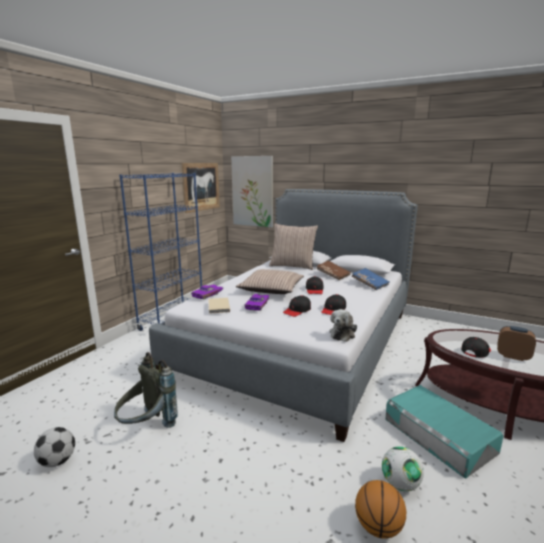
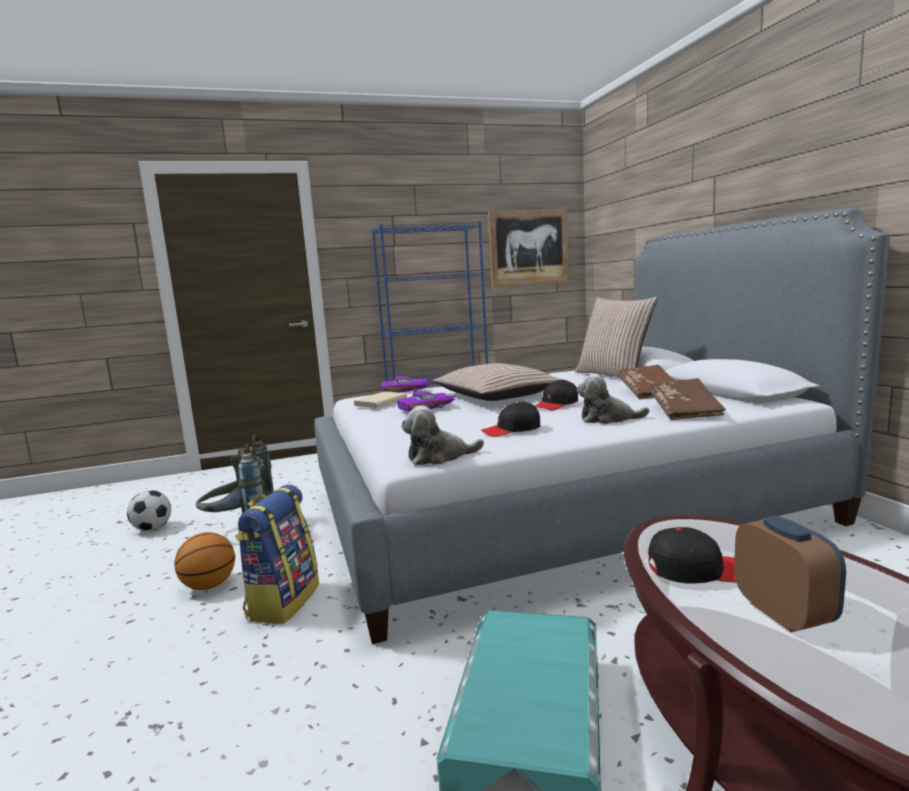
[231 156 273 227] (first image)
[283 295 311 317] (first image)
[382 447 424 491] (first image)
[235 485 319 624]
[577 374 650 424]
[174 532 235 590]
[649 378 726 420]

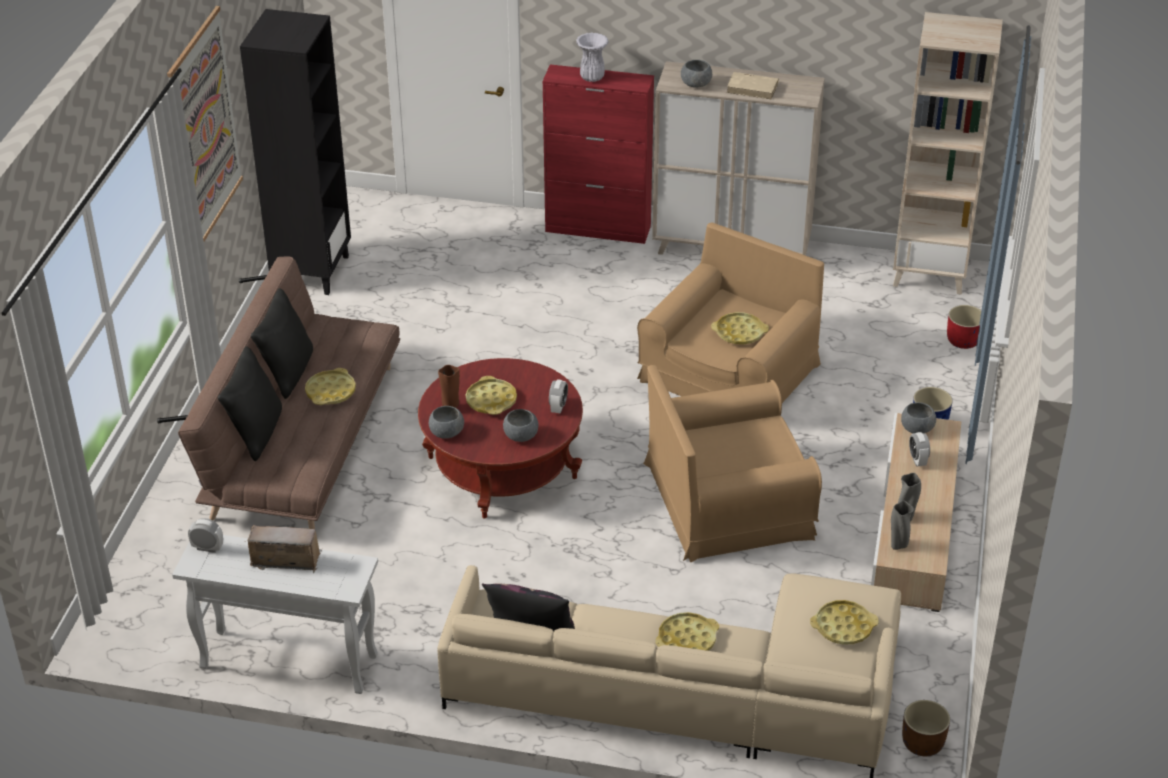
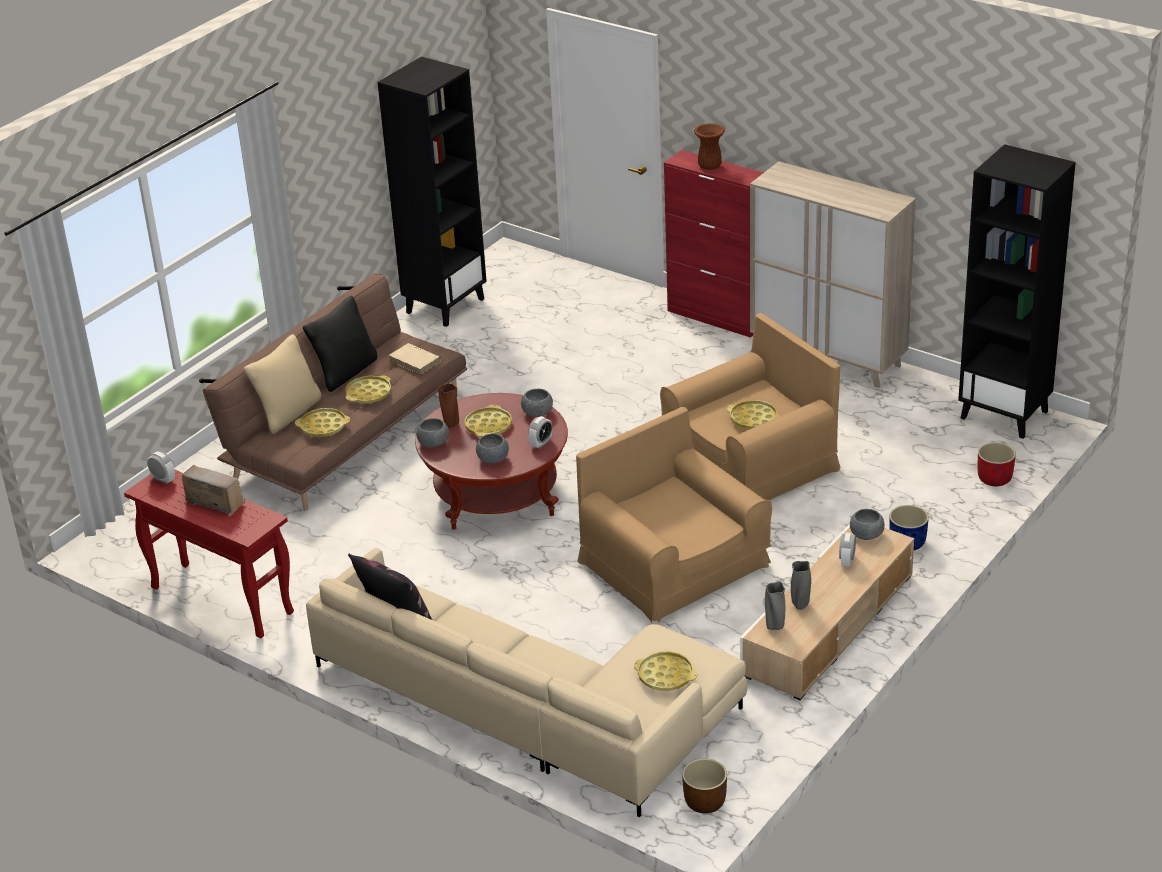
[167 6 243 241] (first image)
[295 408 350 437]
[521 389 553 417]
[389 343 441 375]
[124 470 294 639]
[244 334 321 434]
[694 123 725 170]
[958 144 1076 439]
[576 407 772 624]

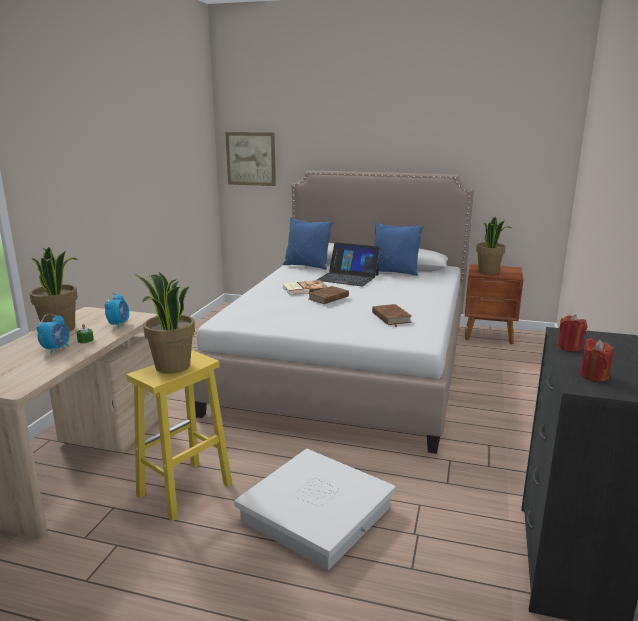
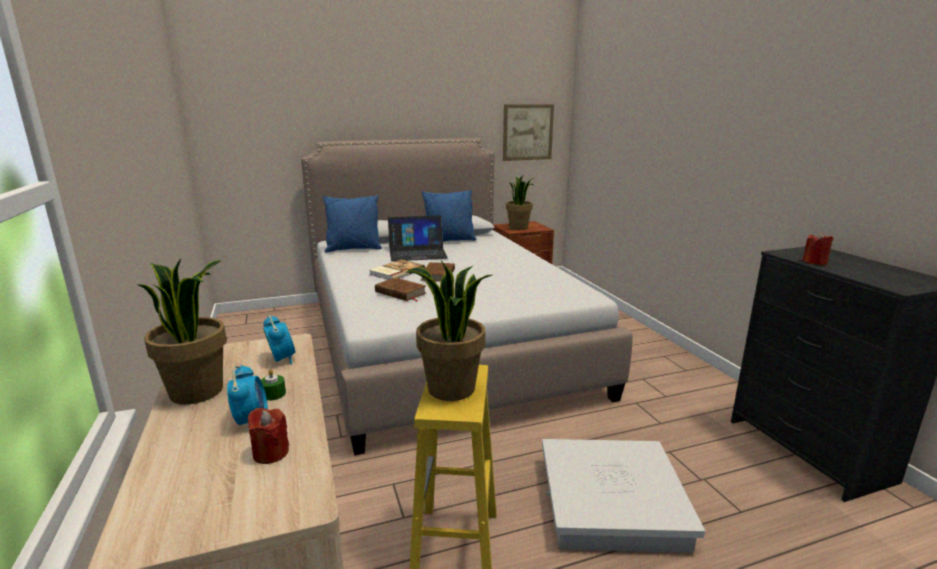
[503 104 554 161]
[375 278 426 301]
[248 408 289 464]

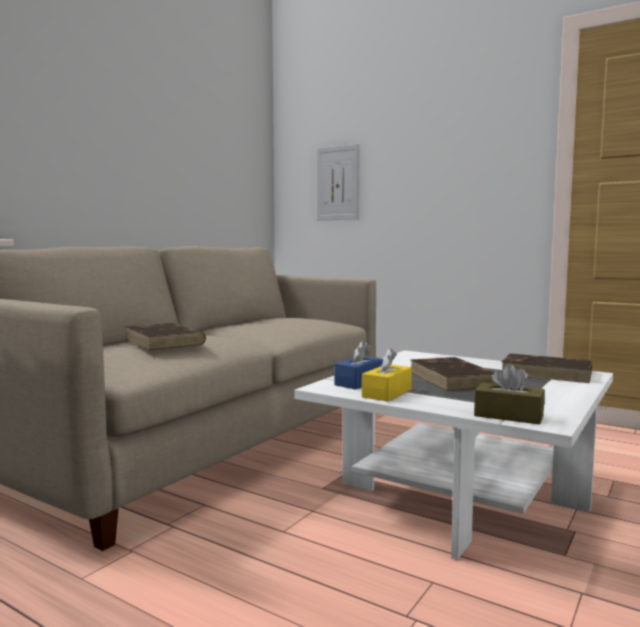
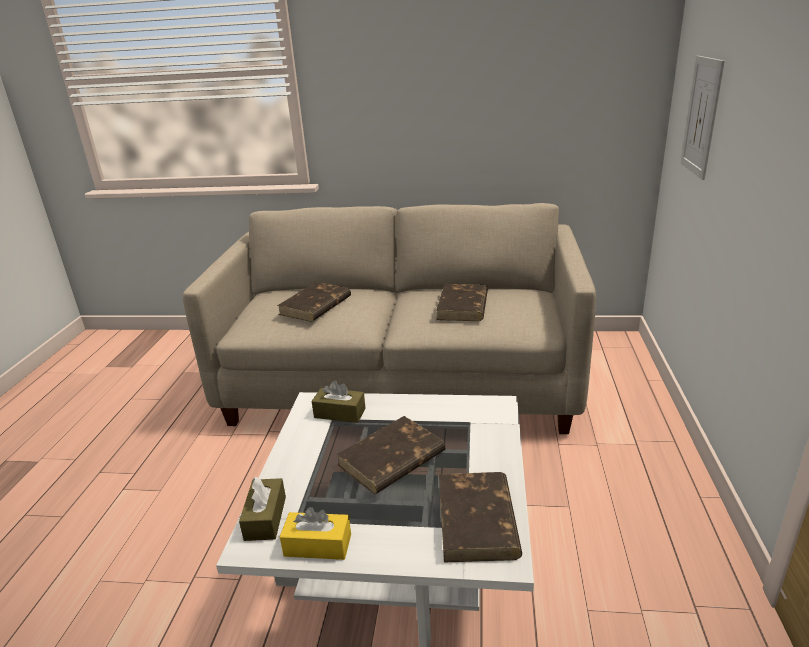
[436 284 488 321]
[280 507 351 560]
[312 381 366 423]

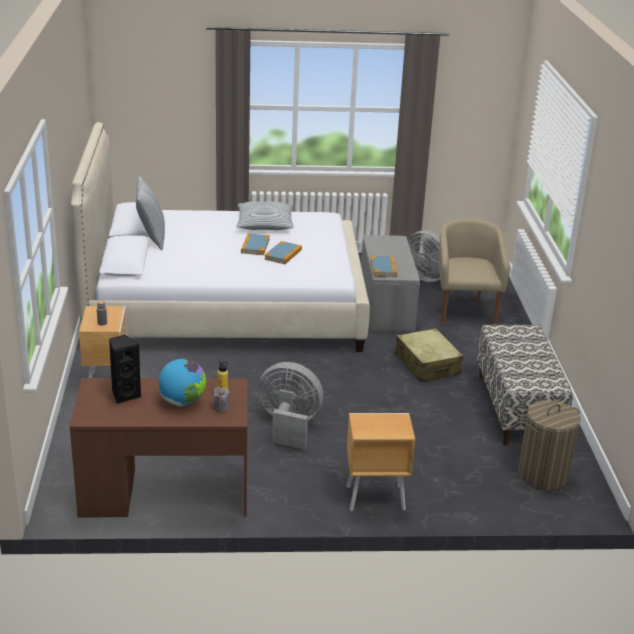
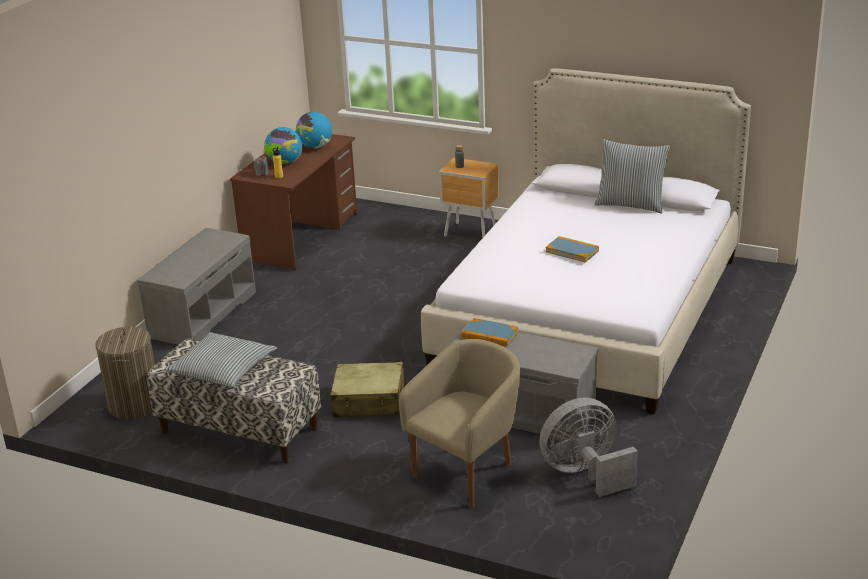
[258 362 324 450] (first image)
[264 241 302 264] (first image)
[164 332 277 387]
[296 112 332 149]
[138 228 256 345]
[399 339 520 508]

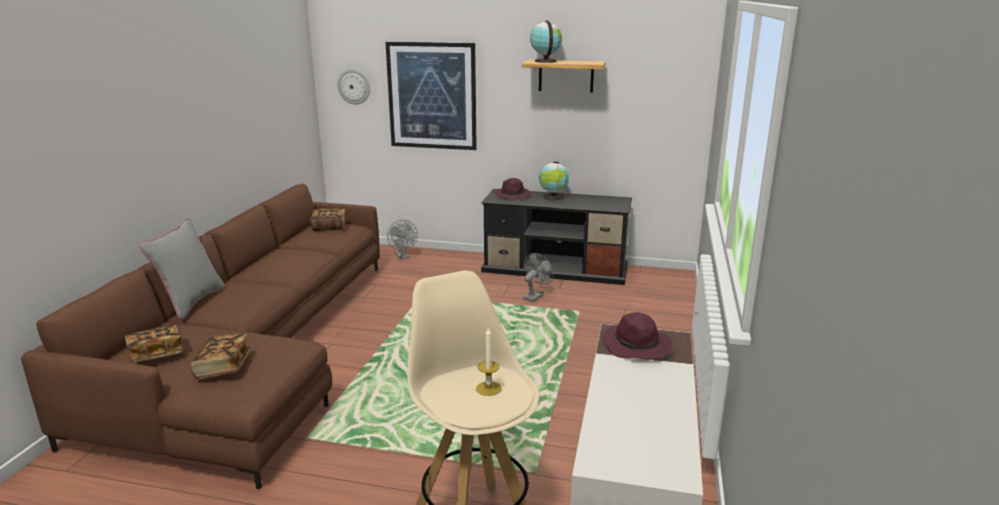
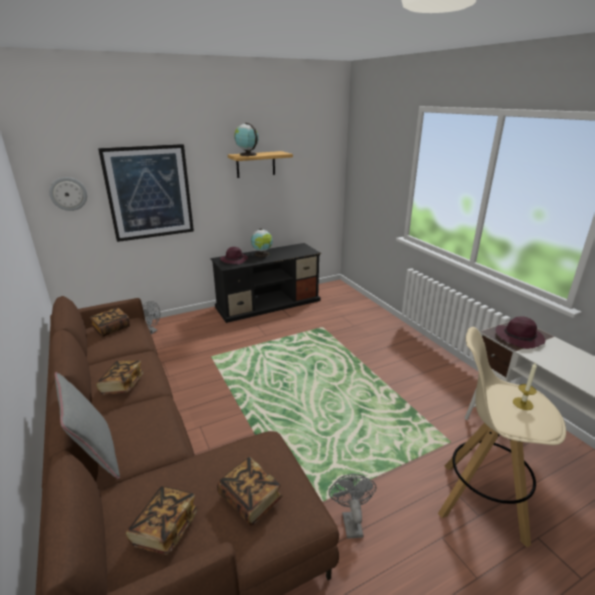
[96 360 144 395]
[329 474 376 539]

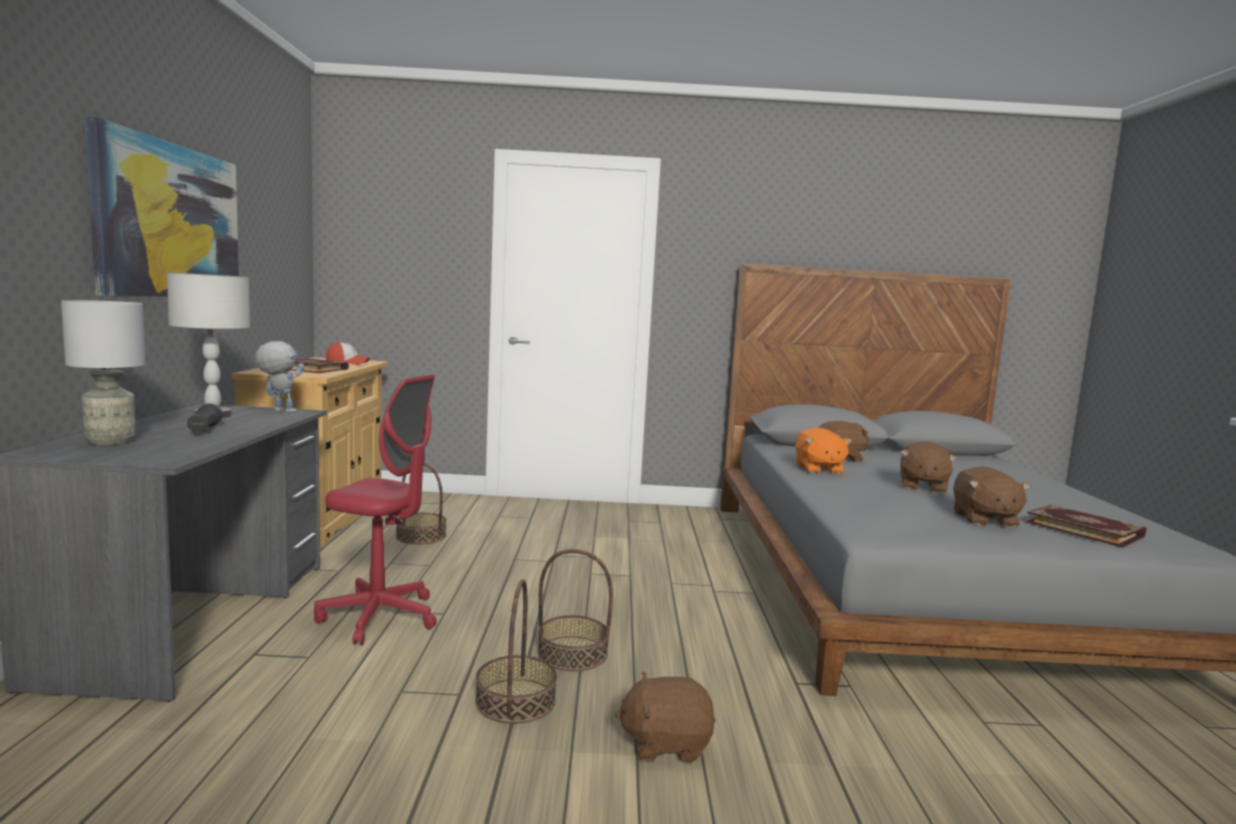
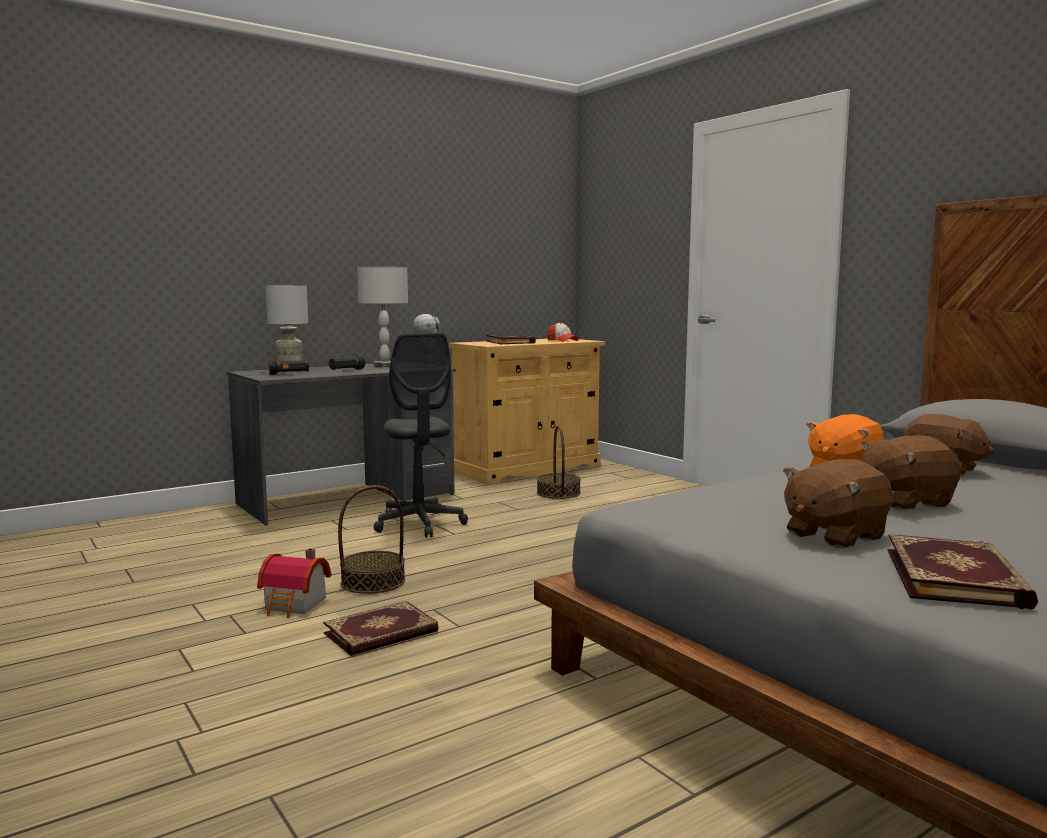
[85 116 239 296] (first image)
[538 549 613 671] (first image)
[257 548 331 618]
[269 358 310 375]
[323 601 438 656]
[374 333 468 538]

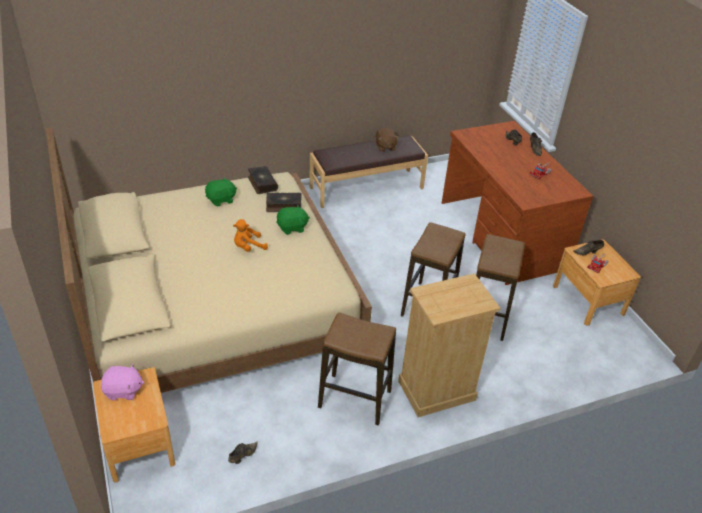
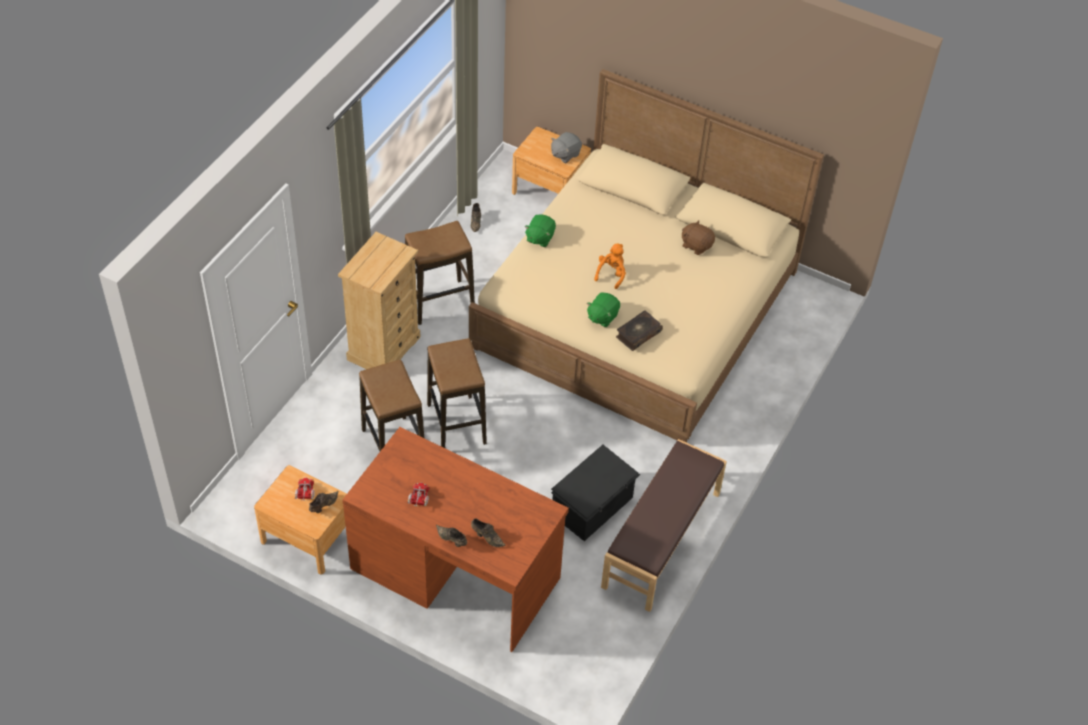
[248 166 278 194] (first image)
[551 445 640 541]
[524 214 556 247]
[682 220 715 255]
[551 132 582 163]

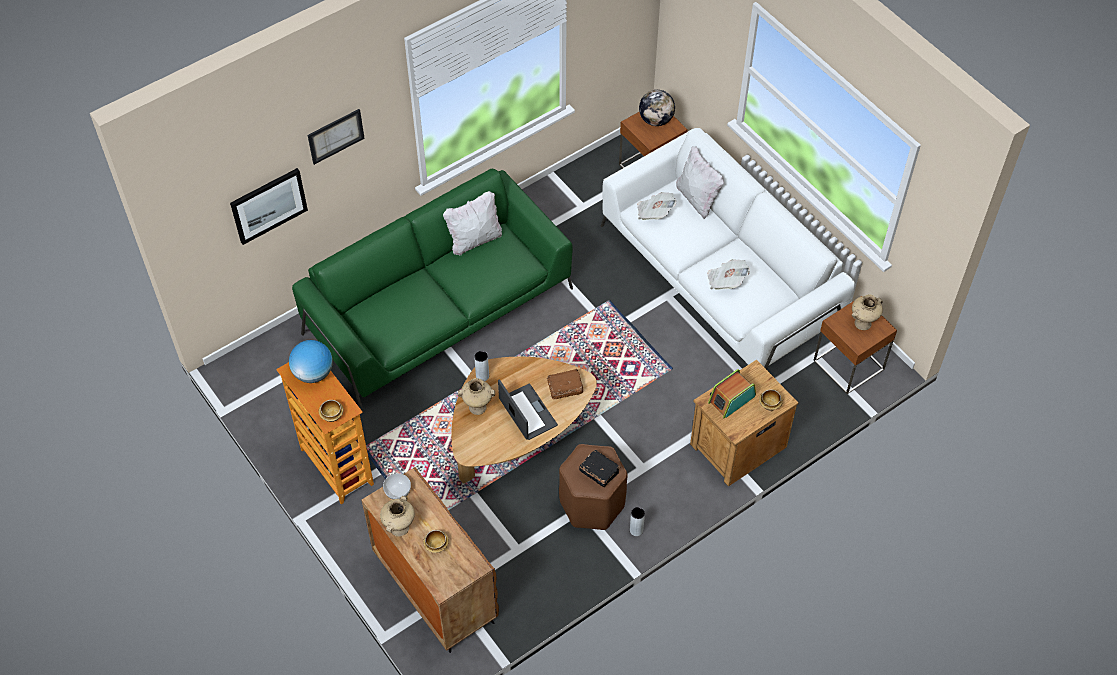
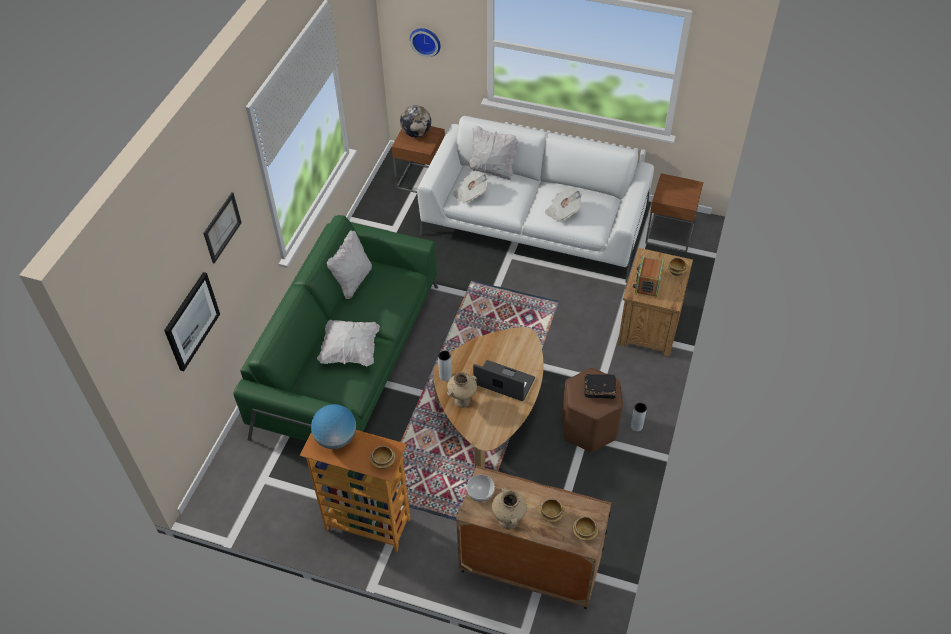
[547 369 583 399] (first image)
[852 295 883 330] (first image)
[317 320 380 367]
[410 28 440 57]
[573 517 599 541]

